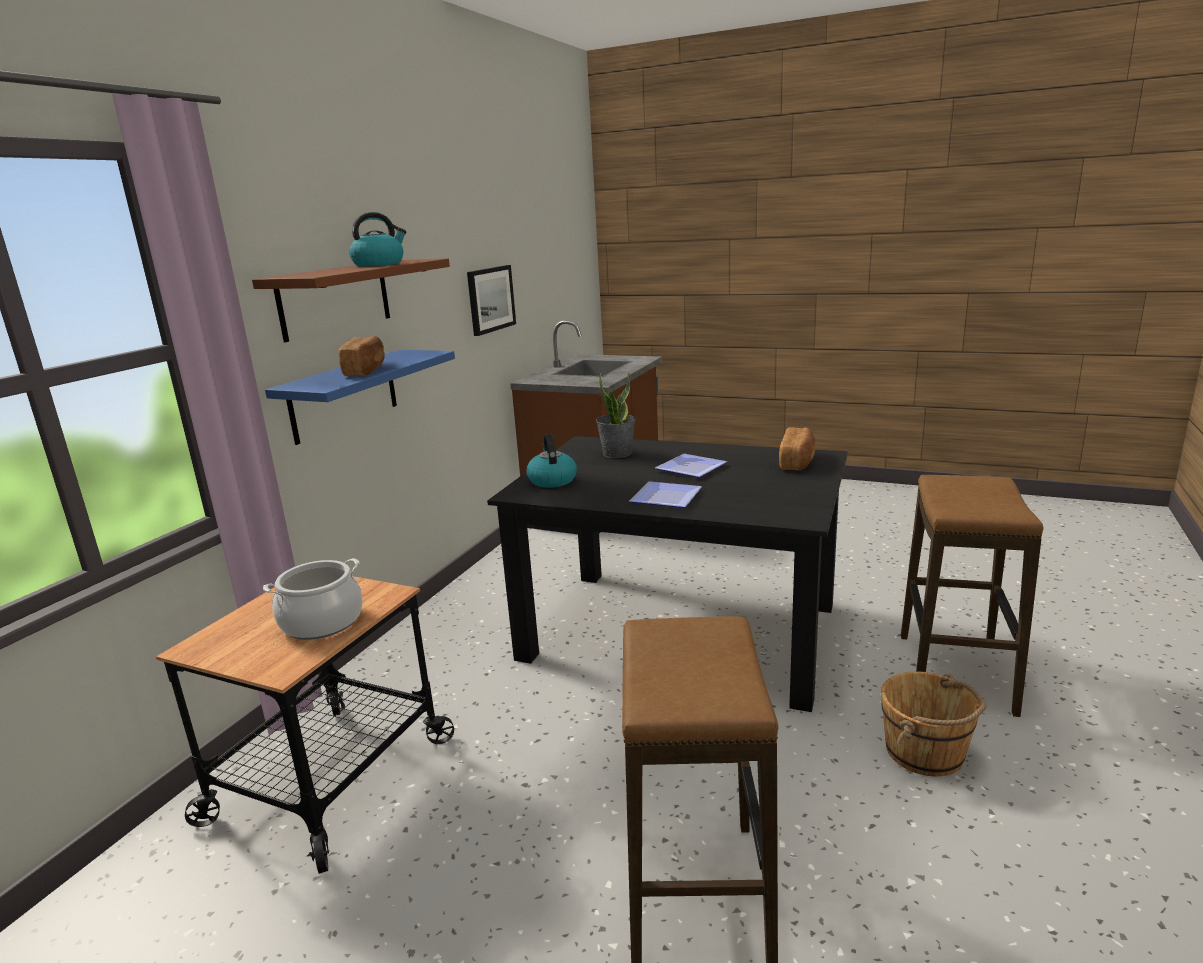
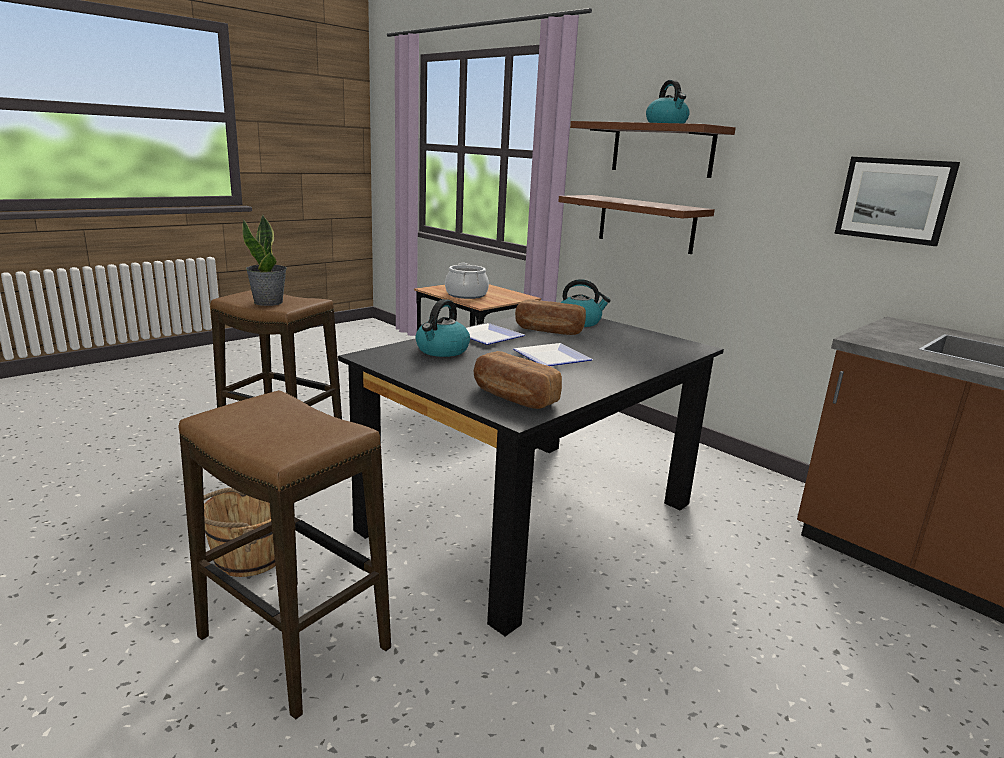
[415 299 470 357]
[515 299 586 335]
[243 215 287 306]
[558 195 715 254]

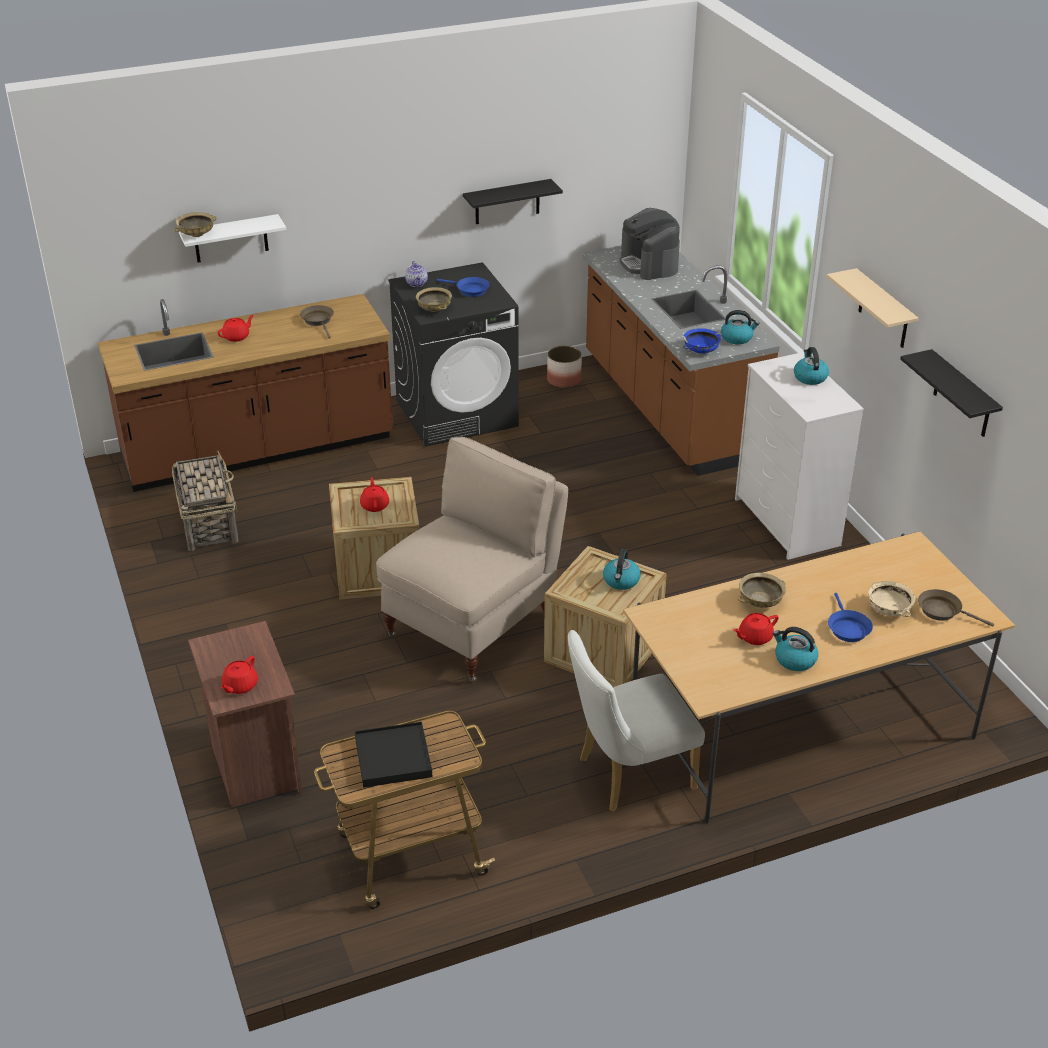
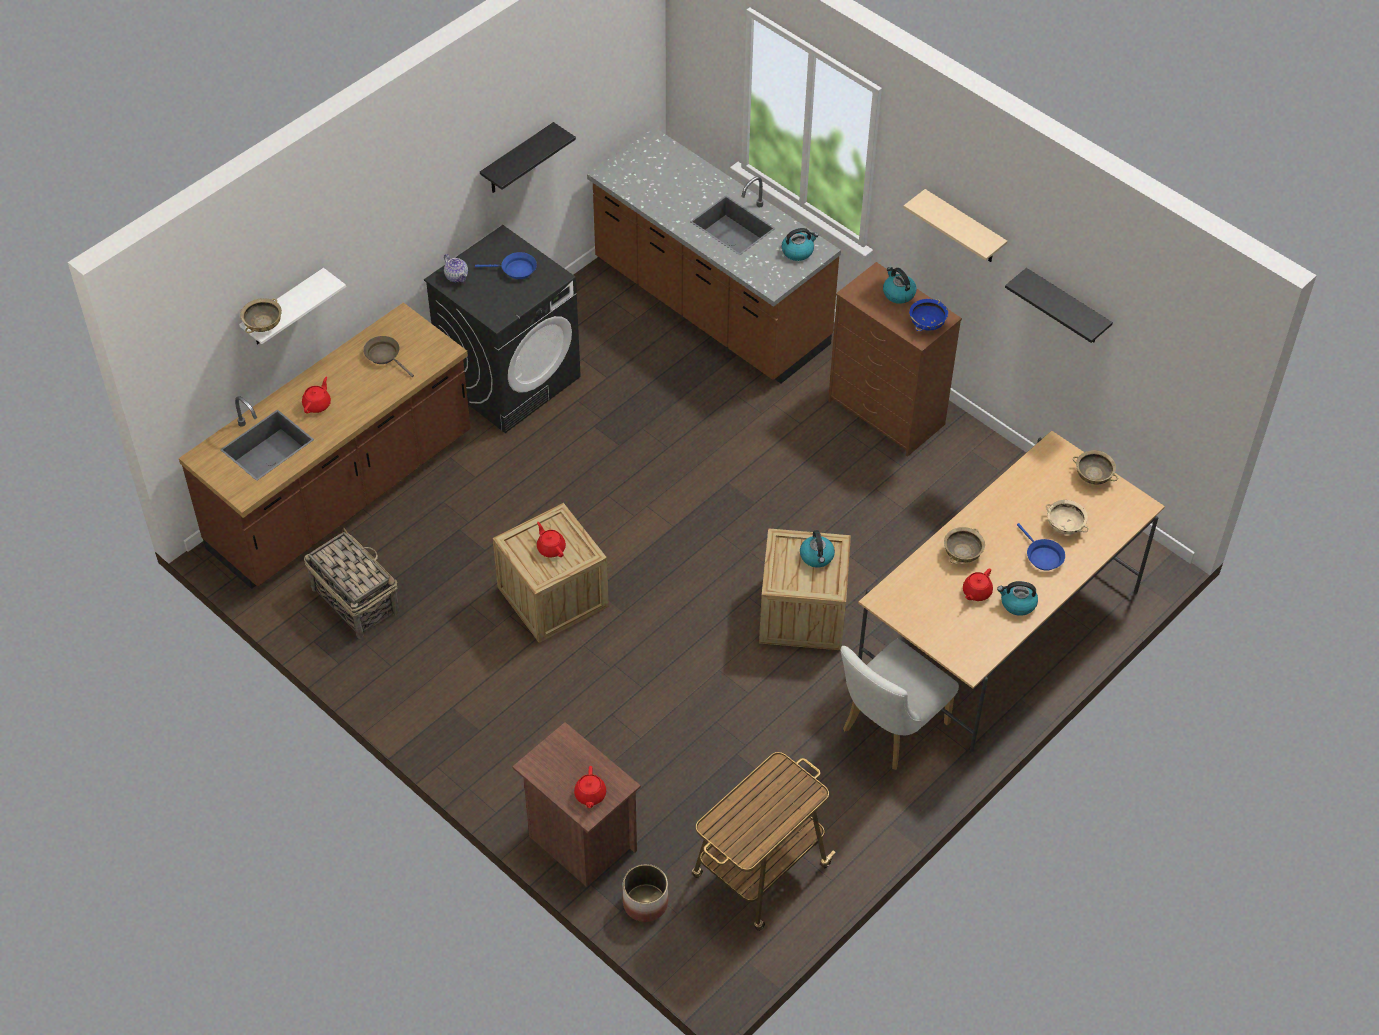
[355 722 432 788] (first image)
[376 437 568 681] (first image)
[619 208 680 280] (first image)
[918 589 994 627] (first image)
[1073 450 1118 485]
[623 864 668 922]
[909 299 948 331]
[828 262 962 457]

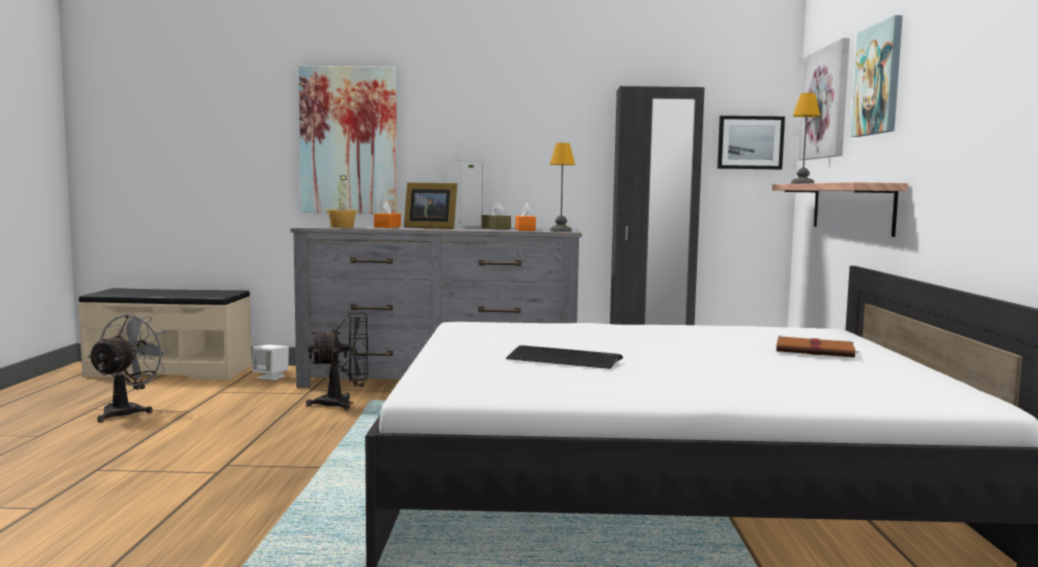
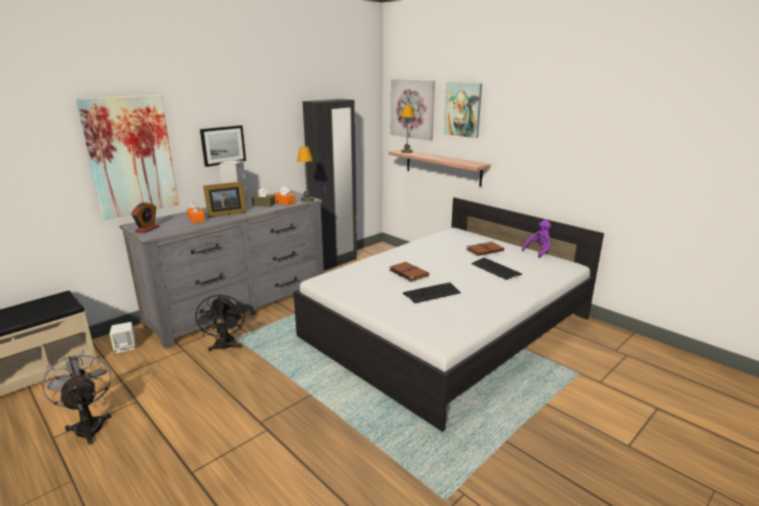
[326 175 358 228] (first image)
[131 202 159 233]
[389 262 429 282]
[471 258 522 280]
[522 220 551 258]
[200 125 246 167]
[195 294 245 352]

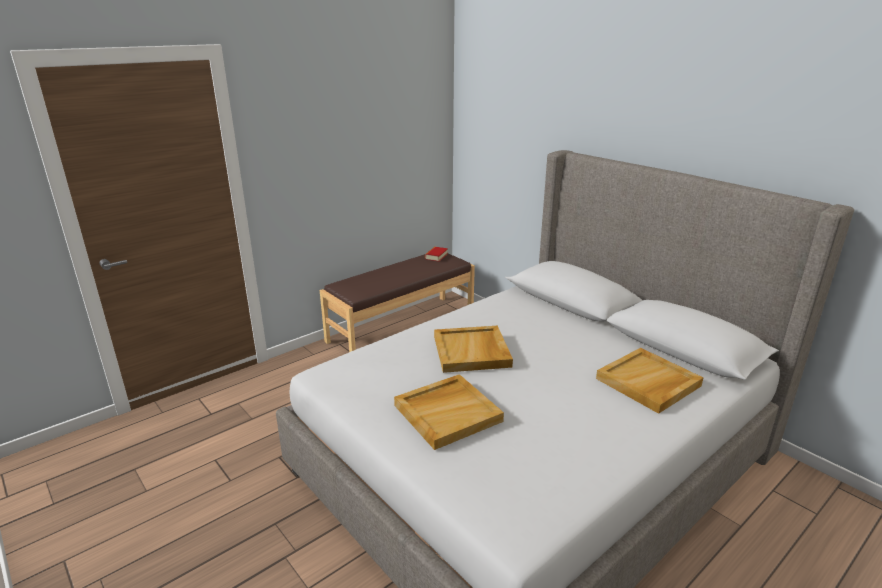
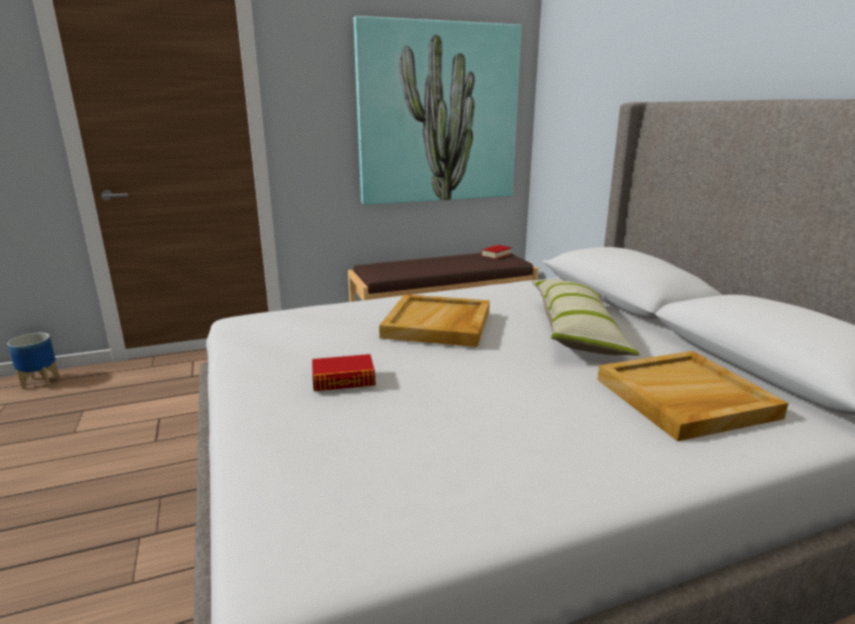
[7 333 59 389]
[353 16 521 205]
[532 280 640 356]
[312 354 375 391]

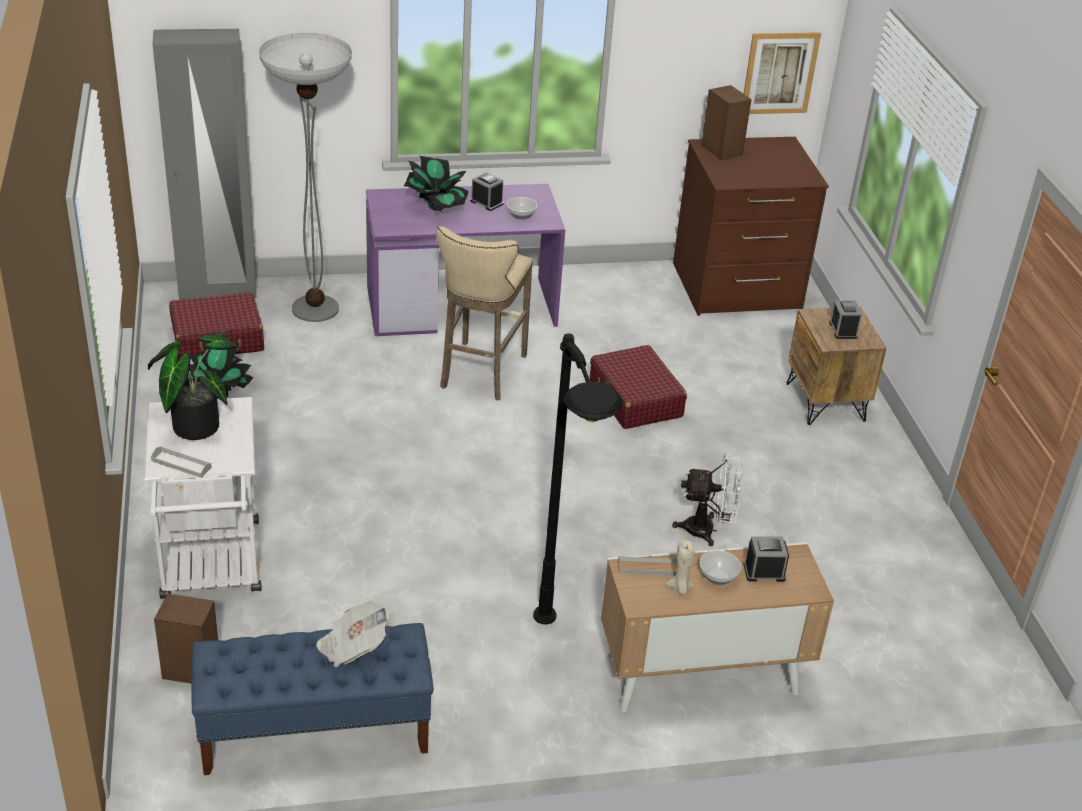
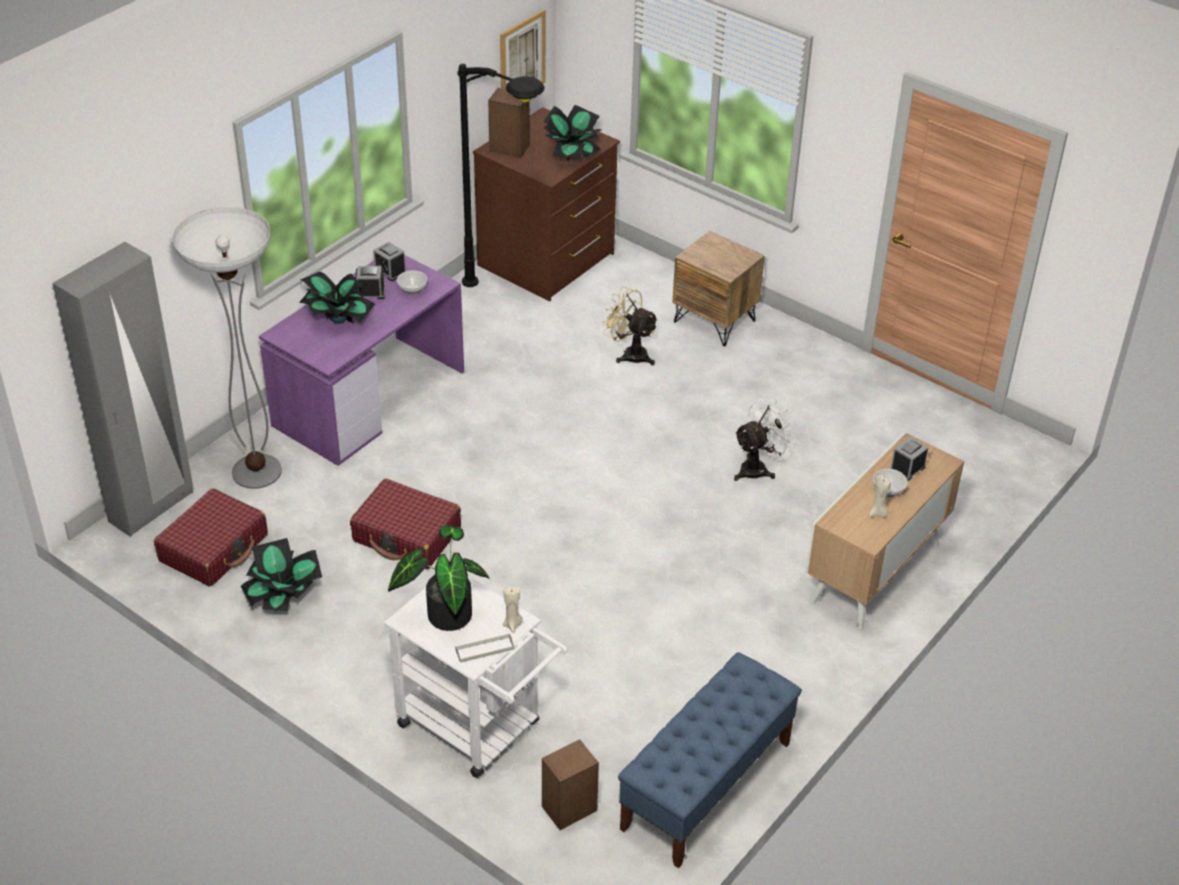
[316 601 390 667] (first image)
[436 226 533 400] (first image)
[618 556 678 576] (first image)
[503 587 523 633]
[544 105 602 160]
[601 286 659 365]
[457 64 545 287]
[350 478 461 569]
[373 242 406 281]

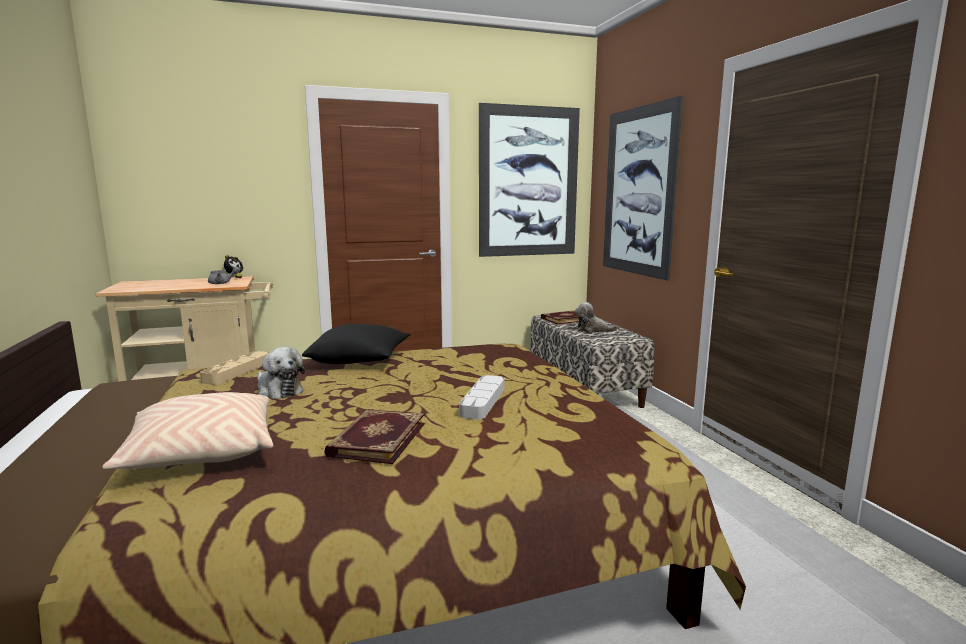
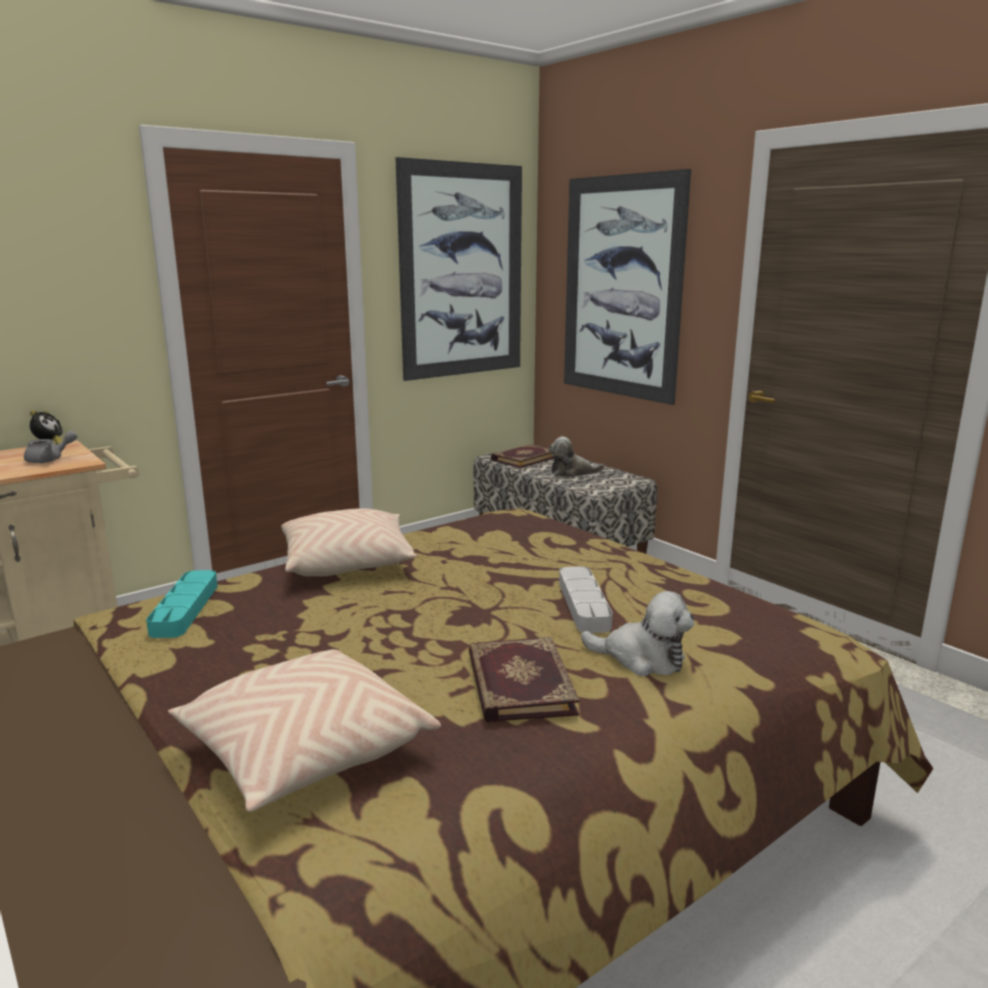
[581 591 694 676]
[146 570 218 638]
[281 508 418 576]

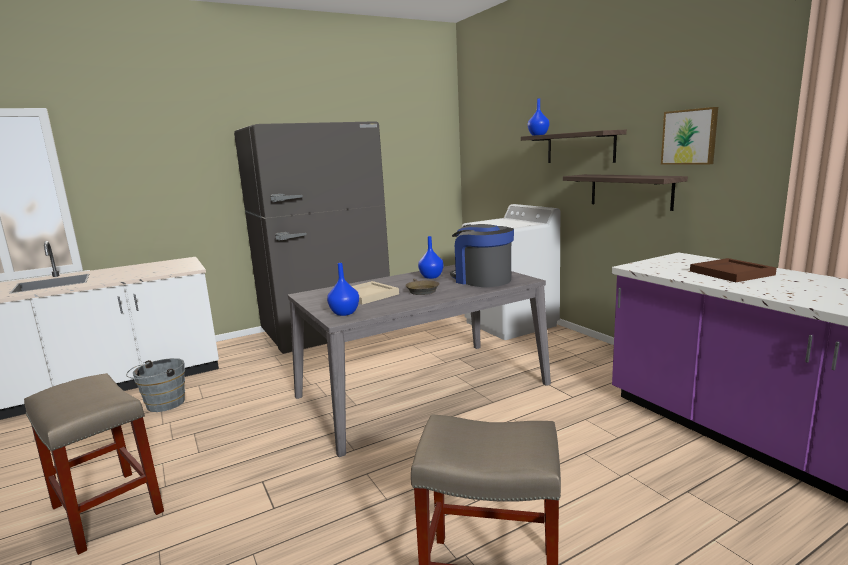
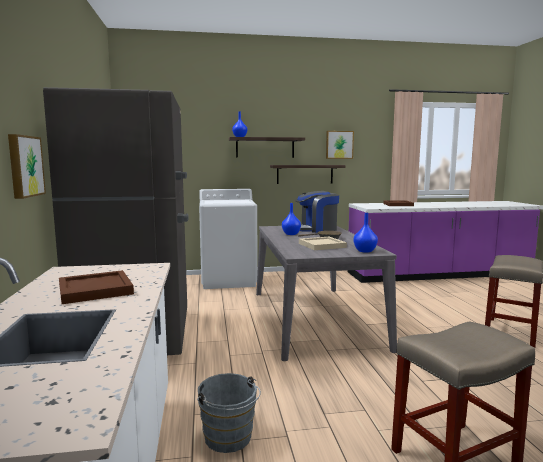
[8 134 46 199]
[59 270 134 304]

